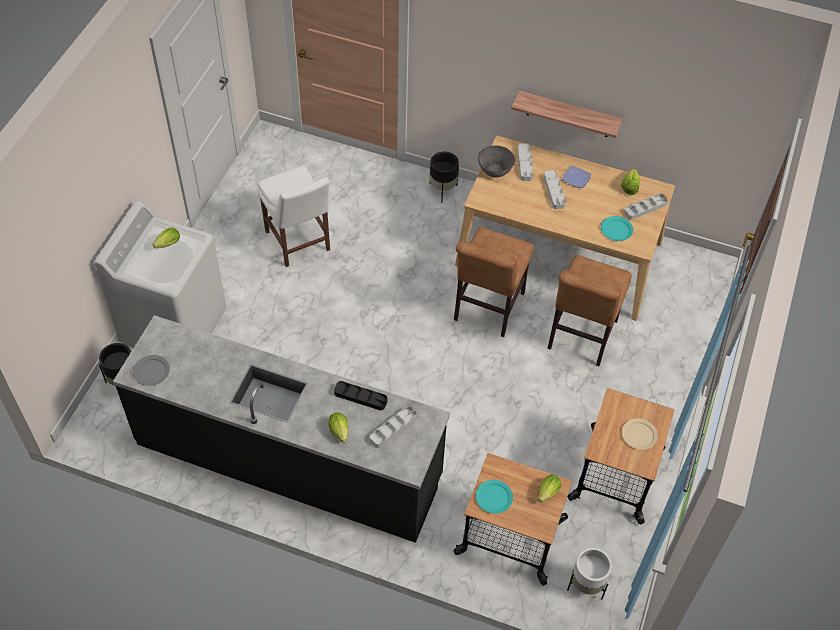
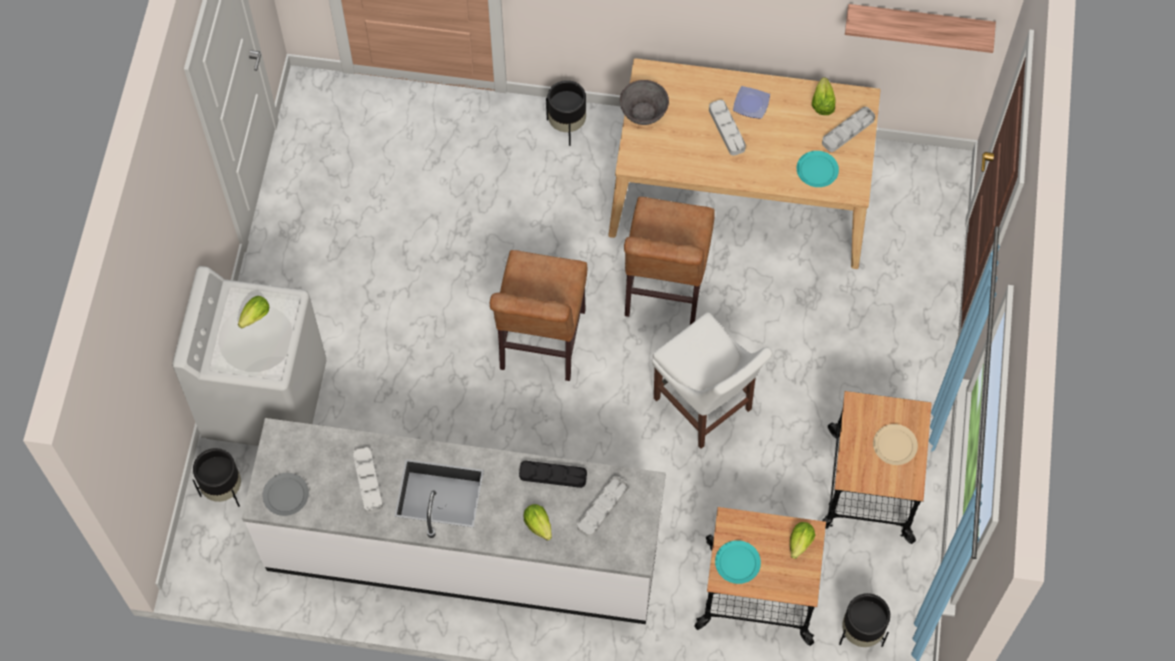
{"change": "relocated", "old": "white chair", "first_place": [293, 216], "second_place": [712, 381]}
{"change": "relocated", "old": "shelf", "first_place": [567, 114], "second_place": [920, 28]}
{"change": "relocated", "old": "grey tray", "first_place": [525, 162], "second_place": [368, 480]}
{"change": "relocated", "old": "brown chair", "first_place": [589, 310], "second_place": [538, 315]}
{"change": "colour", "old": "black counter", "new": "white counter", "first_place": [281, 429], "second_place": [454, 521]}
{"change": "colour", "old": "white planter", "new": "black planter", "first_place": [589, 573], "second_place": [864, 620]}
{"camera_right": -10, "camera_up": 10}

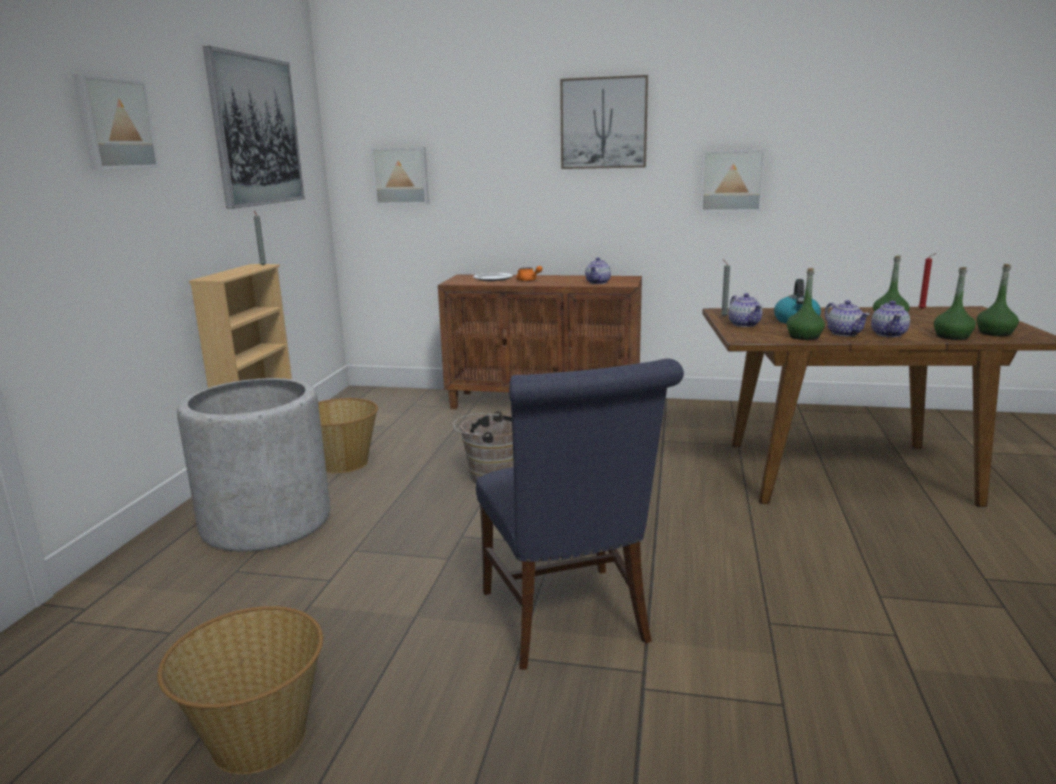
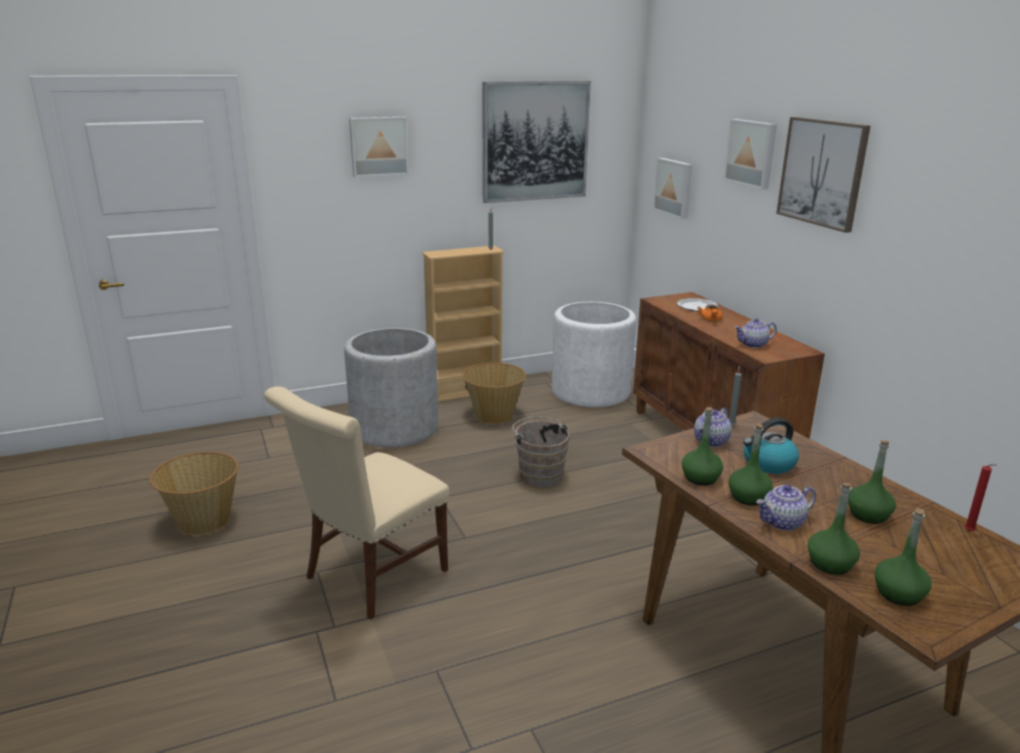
{"change": "appeared", "new": "white planter", "second_place": [594, 354]}
{"change": "relocated", "old": "picture", "first_place": [733, 180], "second_place": [750, 154]}
{"change": "exchanged", "old": "teapot", "new": "green bottle", "first_place": [847, 318], "second_place": [751, 464]}
{"change": "colour", "old": "blue chair", "new": "beige chair", "first_place": [580, 514], "second_place": [356, 503]}
{"camera_right": 55, "camera_up": 5}

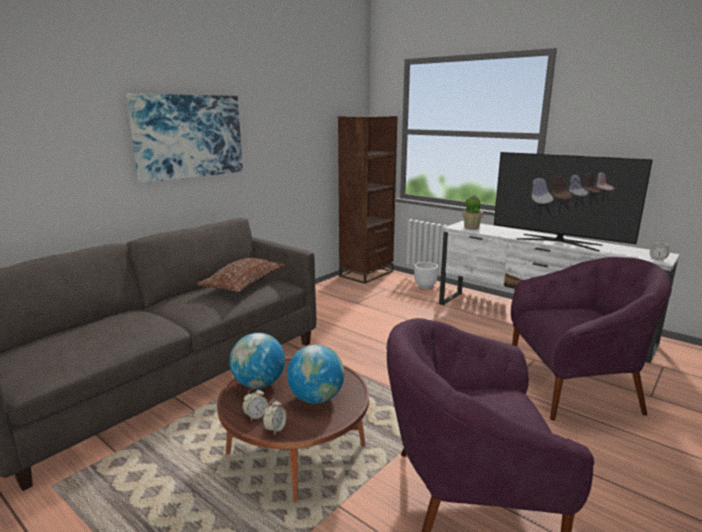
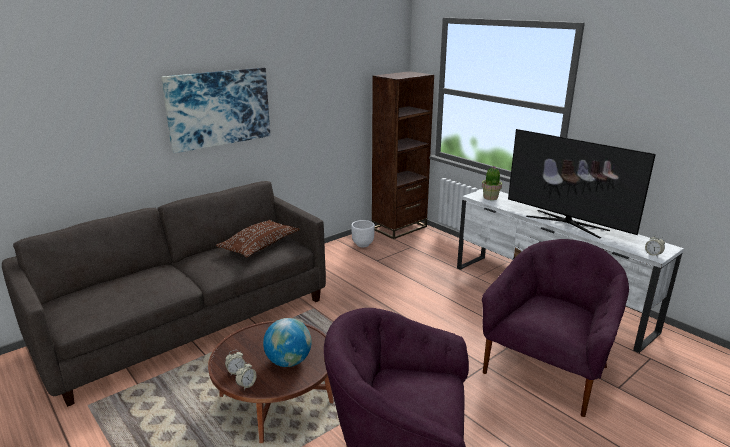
{"change": "missing", "old": "globe", "first_place": [257, 361]}
{"change": "relocated", "old": "white planter", "first_place": [426, 275], "second_place": [363, 233]}
{"change": "spun", "old": "purple armchair", "first_place": [591, 339], "second_place": [555, 328], "degrees": -60}
{"camera_right": 10, "camera_up": 5}

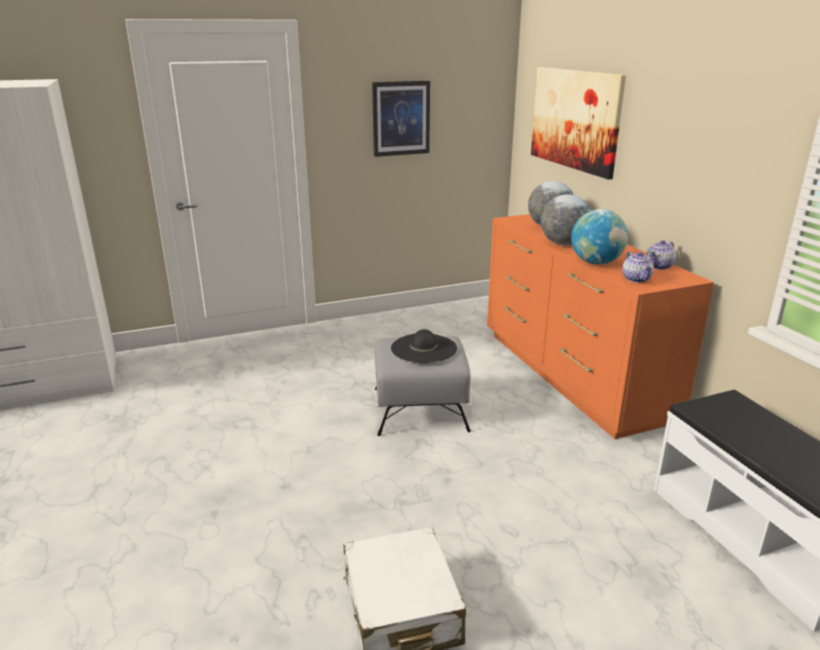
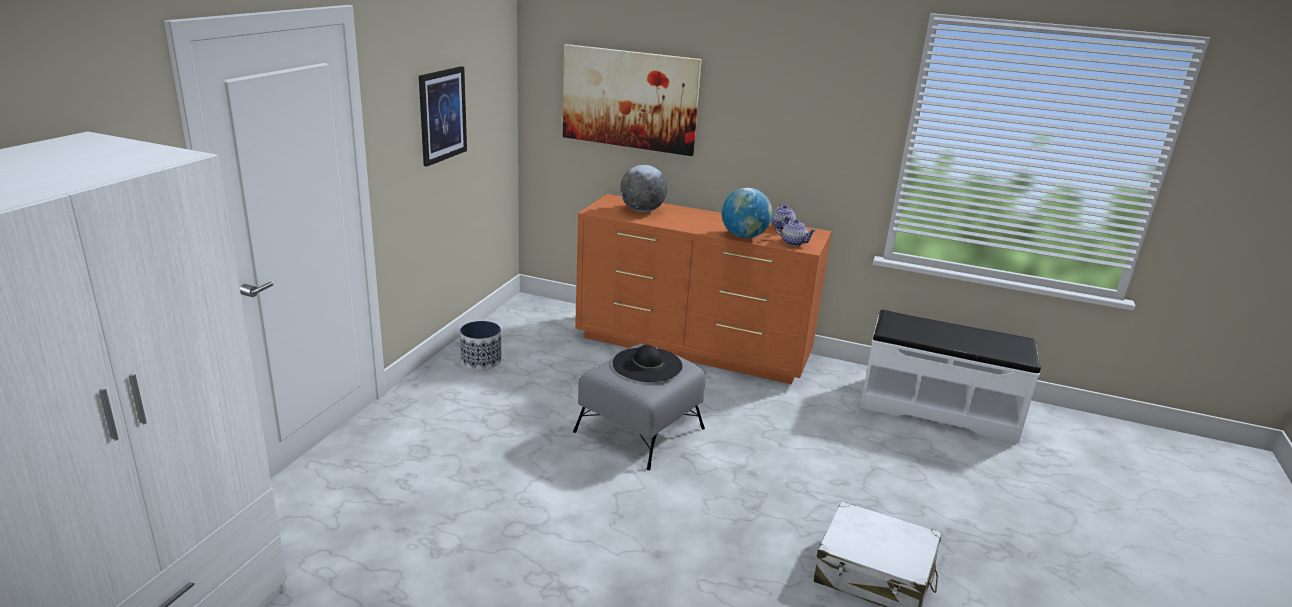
{"change": "missing", "old": "globe", "first_place": [566, 220]}
{"change": "appeared", "new": "planter", "second_place": [480, 345]}
{"camera_right": -50, "camera_up": 0}

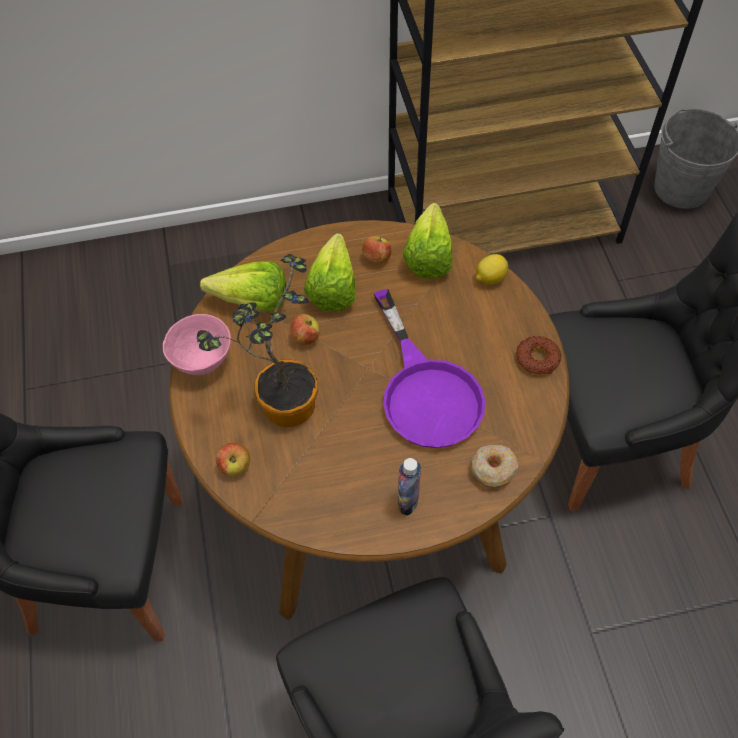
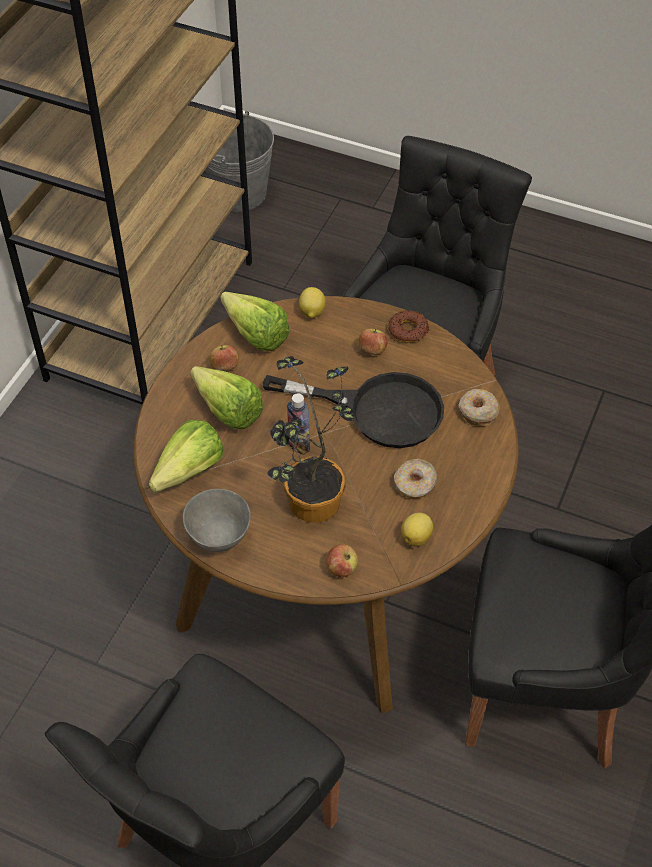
{"change": "appeared", "new": "donut", "second_place": [416, 478]}
{"change": "appeared", "new": "lemon", "second_place": [417, 530]}
{"change": "relocated", "old": "apple", "first_place": [305, 329], "second_place": [373, 341]}
{"change": "relocated", "old": "bottle", "first_place": [409, 487], "second_place": [298, 424]}
{"change": "colour", "old": "pink bowl", "new": "grey bowl", "first_place": [197, 344], "second_place": [217, 520]}
{"change": "colour", "old": "purple frying pan", "new": "black frying pan", "first_place": [429, 368], "second_place": [353, 410]}
{"camera_right": -55, "camera_up": -5}

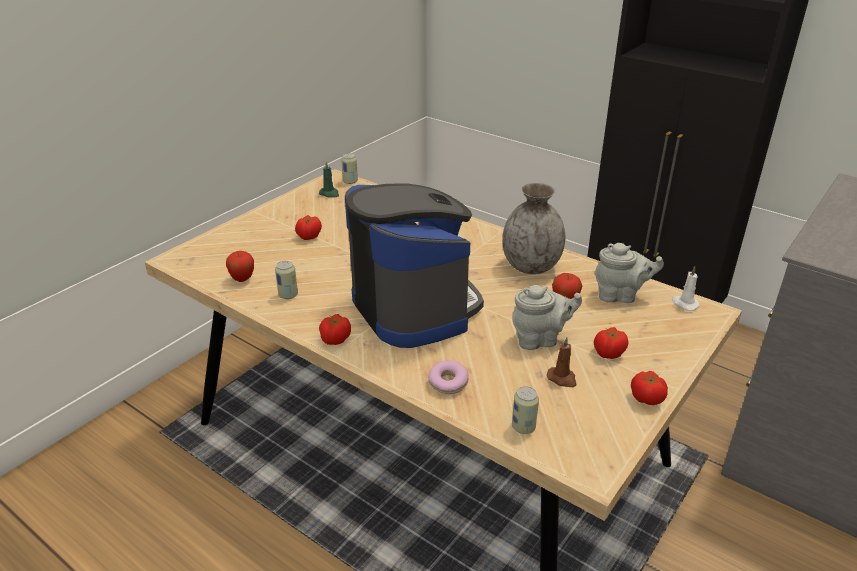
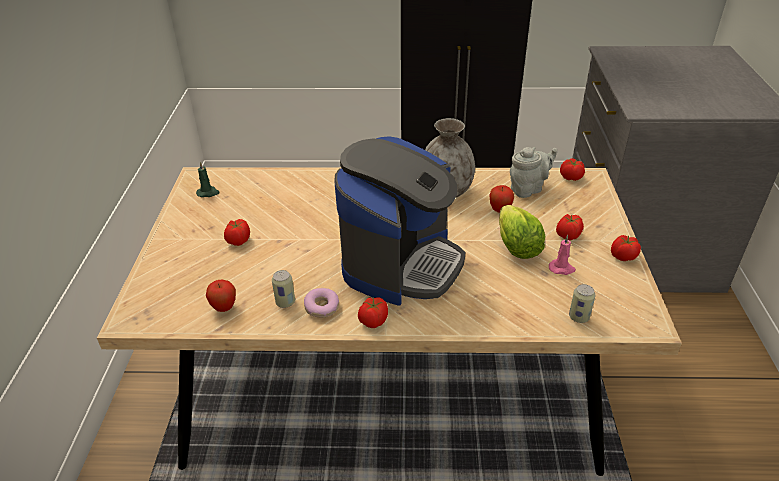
{"change": "missing", "old": "can", "first_place": [349, 169]}
{"change": "relocated", "old": "donut", "first_place": [448, 377], "second_place": [321, 302]}
{"change": "exchanged", "old": "grey teapot", "new": "lettuce", "first_place": [547, 317], "second_place": [522, 232]}
{"change": "exchanged", "old": "white candle", "new": "tomato", "first_place": [686, 288], "second_place": [572, 169]}
{"change": "colour", "old": "brown candle", "new": "pink candle", "first_place": [562, 362], "second_place": [562, 255]}
{"change": "spun", "old": "coffee machine", "first_place": [414, 265], "second_place": [399, 221], "degrees": 90}
{"camera_right": -35, "camera_up": 5}

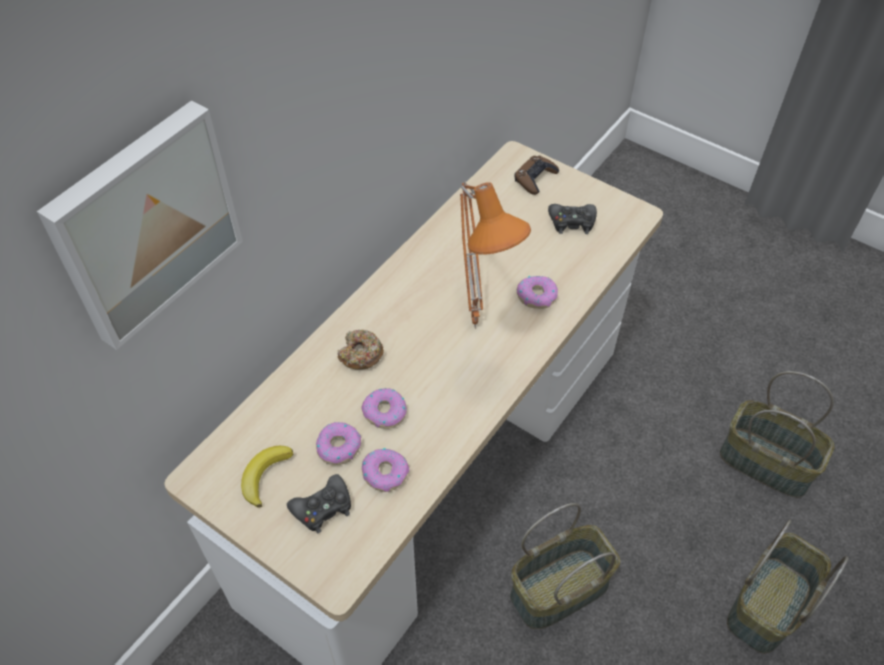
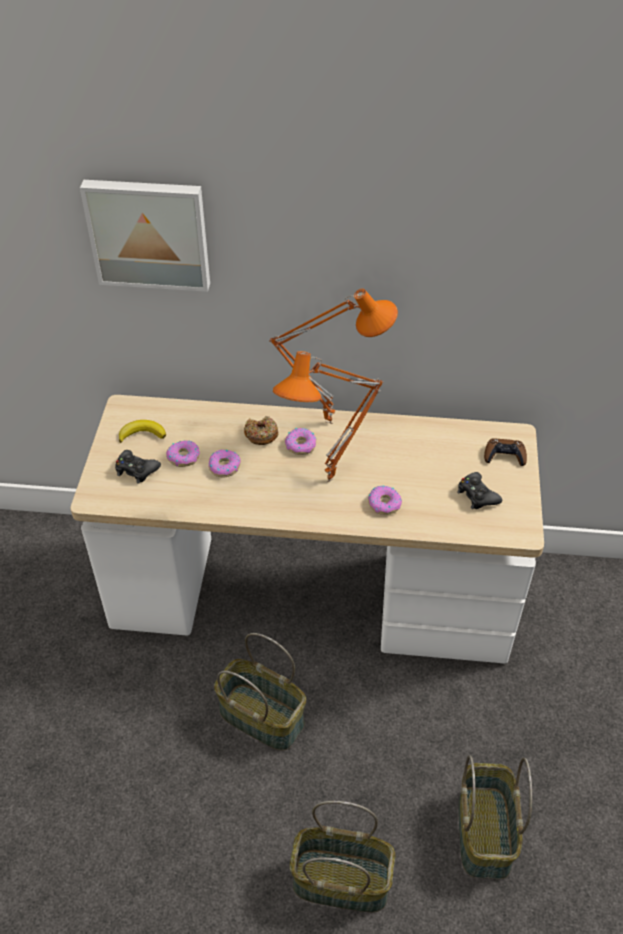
{"change": "appeared", "new": "orange table lamp", "second_place": [333, 356]}
{"change": "relocated", "old": "donut", "first_place": [386, 470], "second_place": [300, 441]}
{"camera_right": 60, "camera_up": -5}

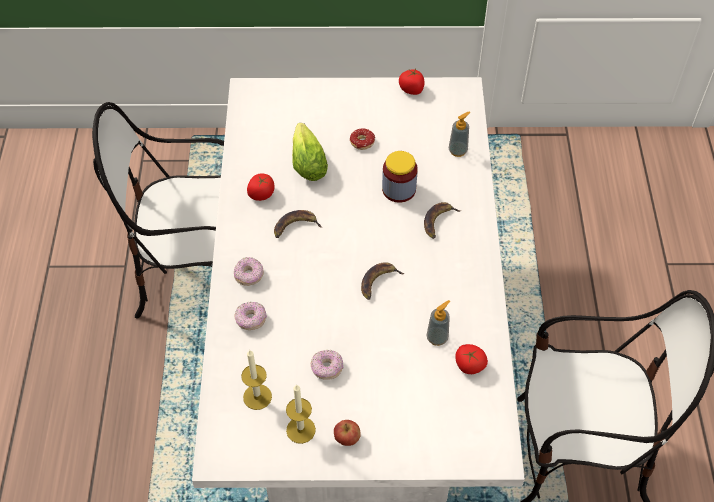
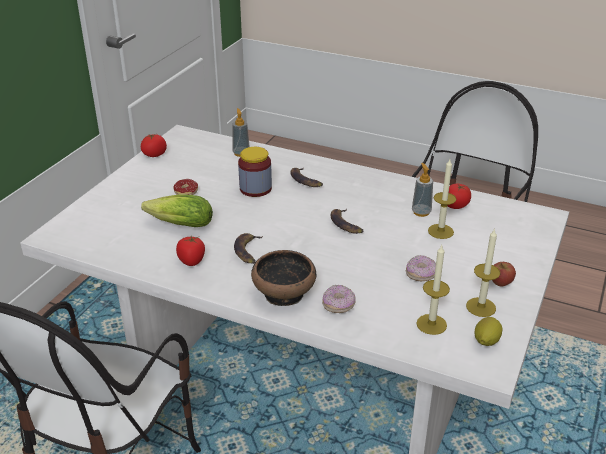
{"change": "appeared", "new": "candle", "second_place": [442, 199]}
{"change": "appeared", "new": "lemon", "second_place": [488, 331]}
{"change": "exchanged", "old": "donut", "new": "bowl", "first_place": [249, 271], "second_place": [283, 278]}
{"camera_right": -65, "camera_up": -20}

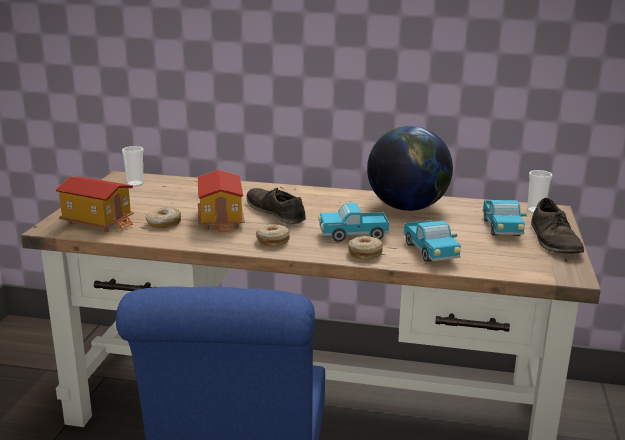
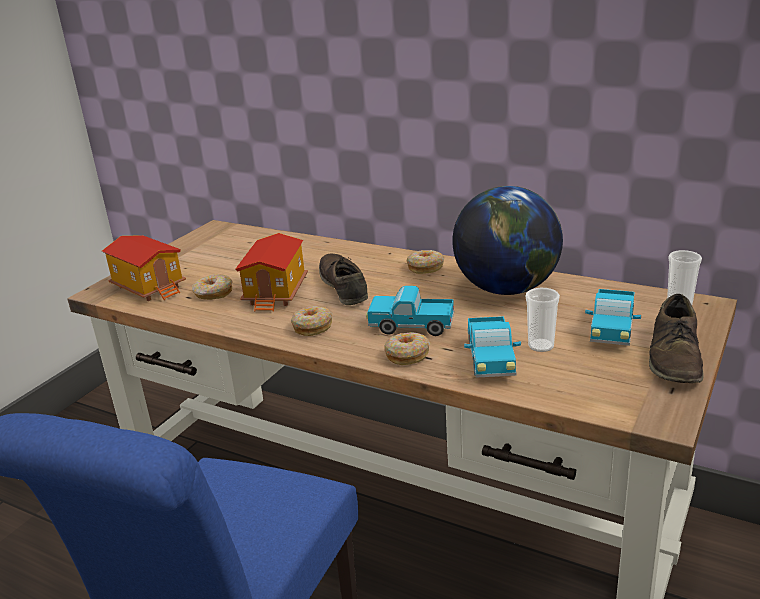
{"change": "appeared", "new": "donut", "second_place": [425, 262]}
{"change": "relocated", "old": "cup", "first_place": [133, 166], "second_place": [543, 320]}
{"camera_right": 20, "camera_up": 5}

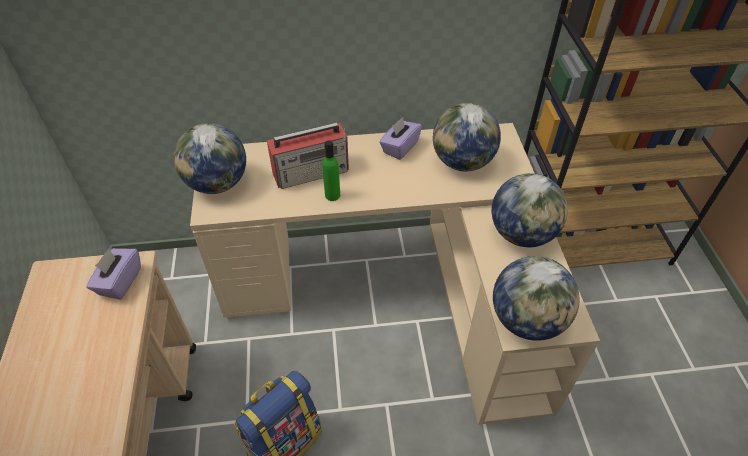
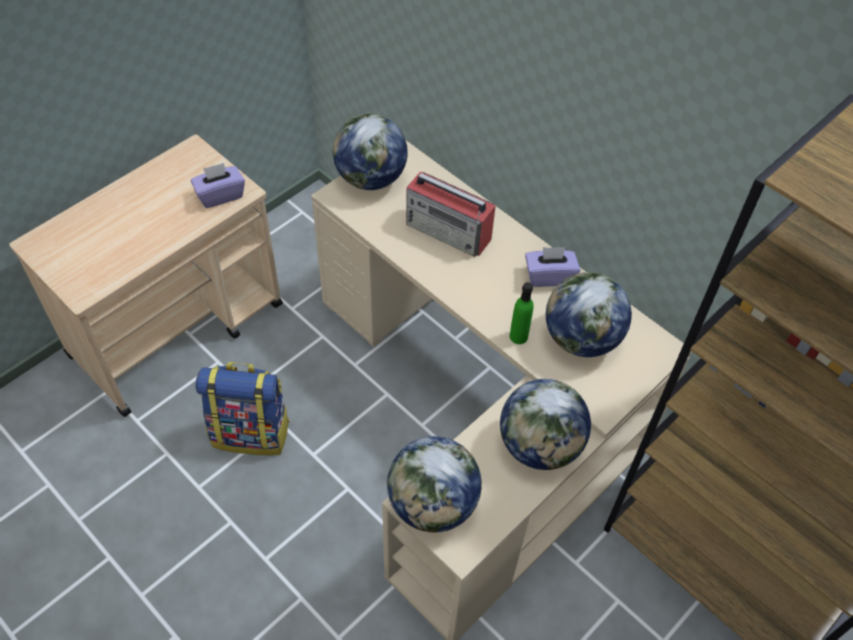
{"change": "relocated", "old": "green bottle", "first_place": [331, 170], "second_place": [522, 313]}
{"camera_right": 50, "camera_up": 5}

